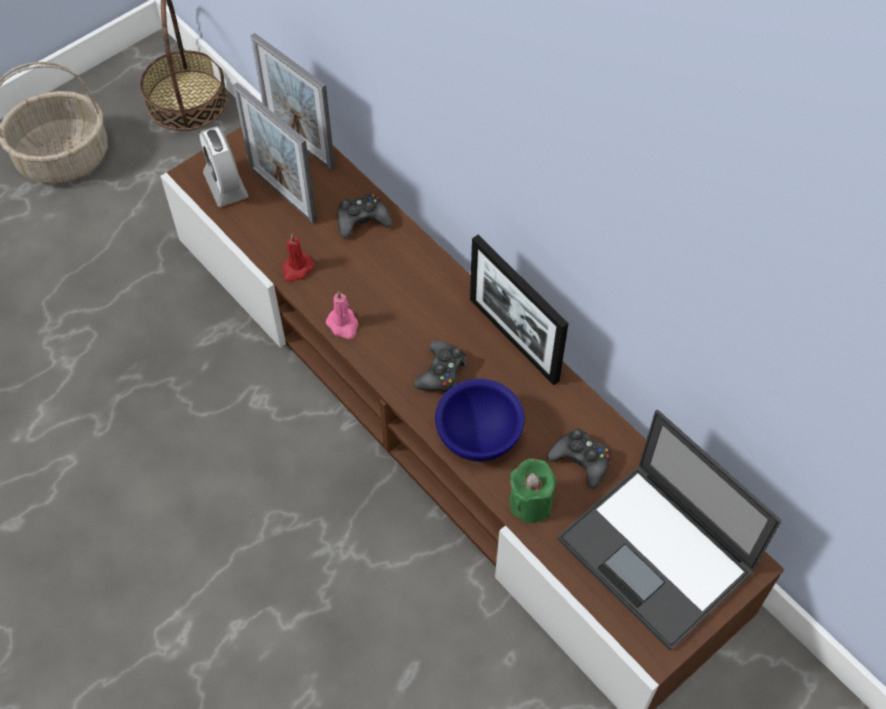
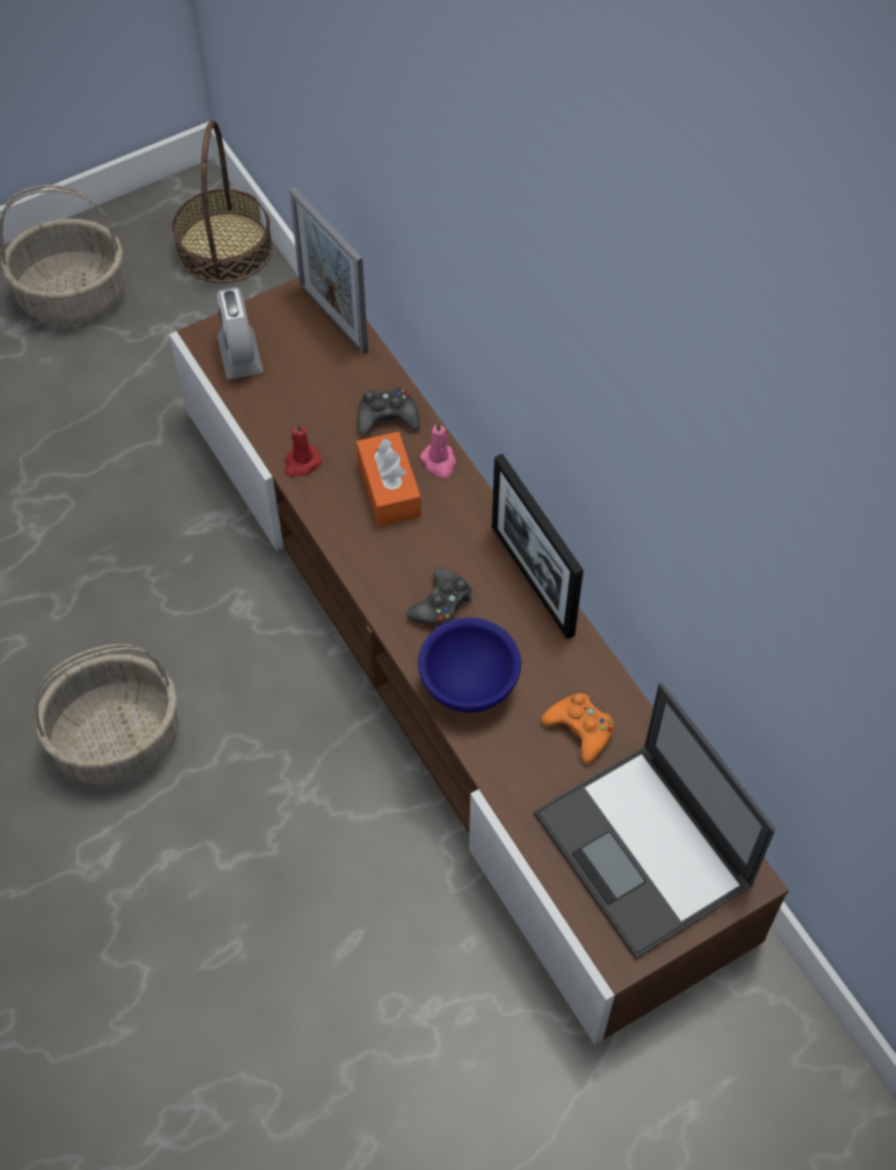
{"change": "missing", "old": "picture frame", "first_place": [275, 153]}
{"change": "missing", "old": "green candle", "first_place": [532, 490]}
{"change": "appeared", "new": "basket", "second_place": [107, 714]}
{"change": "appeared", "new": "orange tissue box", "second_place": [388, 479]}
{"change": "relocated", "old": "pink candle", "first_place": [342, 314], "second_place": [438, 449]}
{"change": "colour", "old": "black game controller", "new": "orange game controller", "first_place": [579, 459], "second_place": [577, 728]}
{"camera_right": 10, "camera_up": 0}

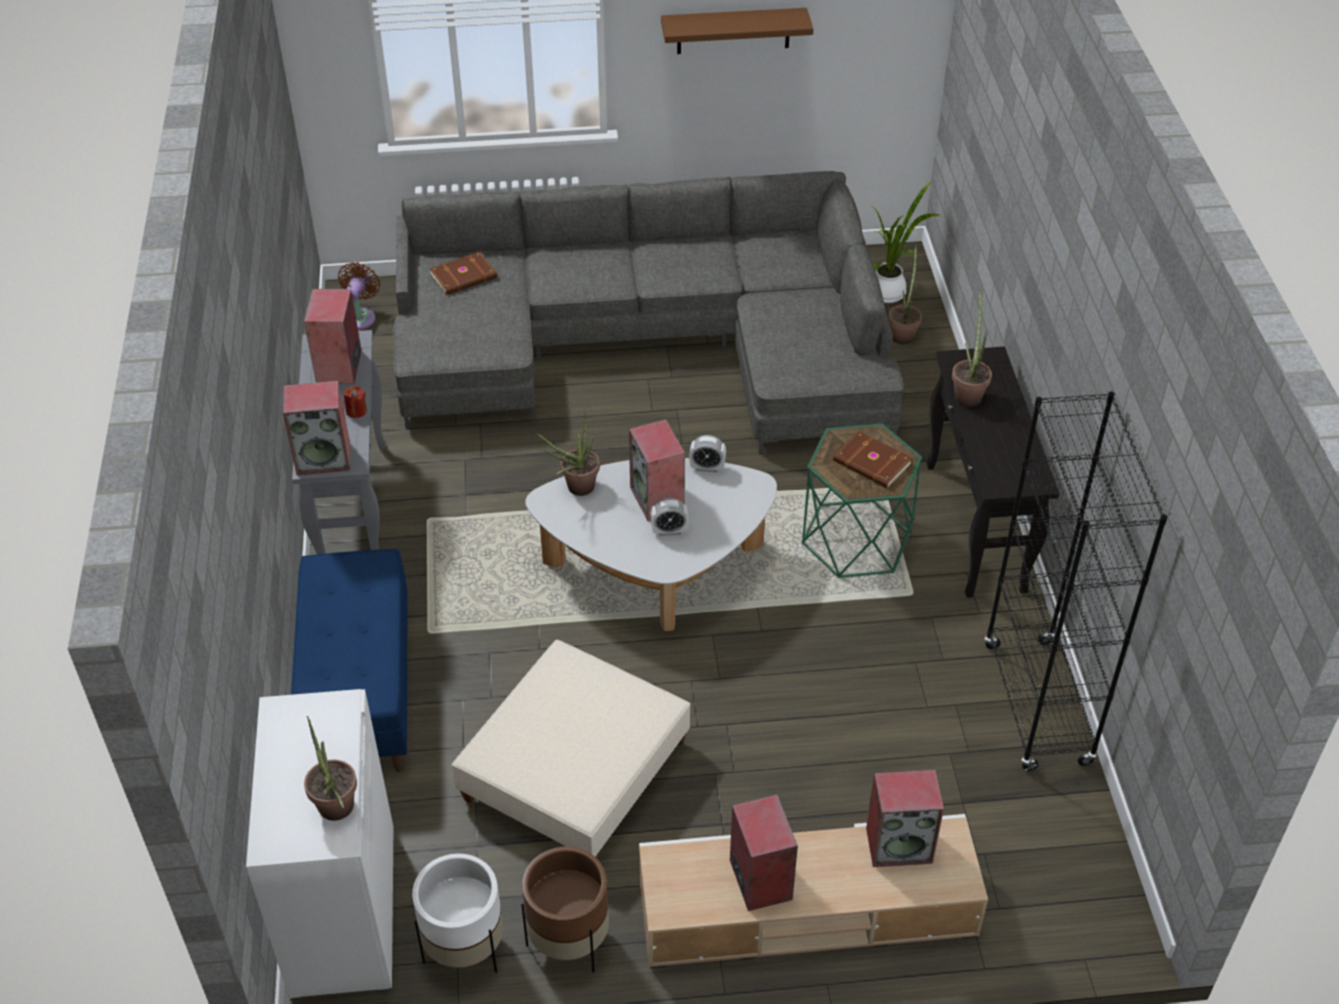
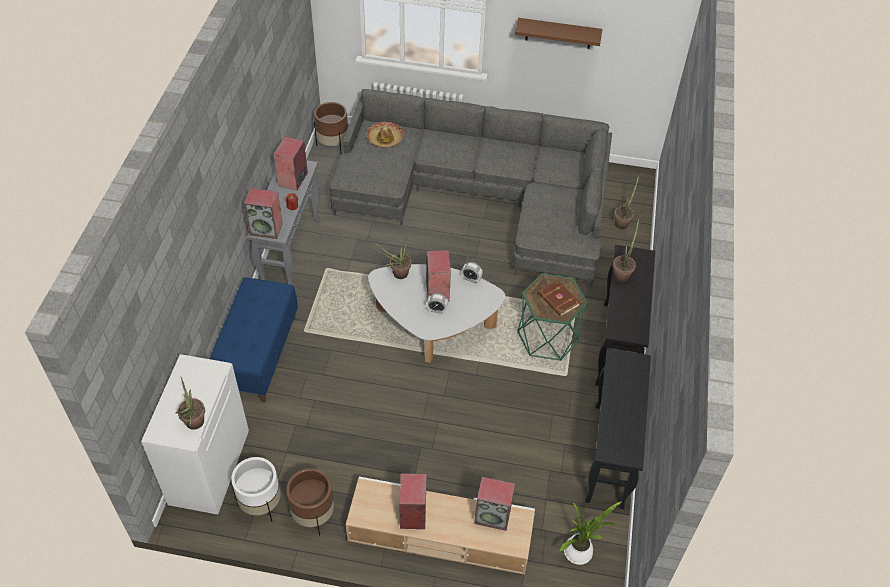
{"change": "missing", "old": "beige ottoman", "first_place": [571, 748]}
{"change": "relocated", "old": "potted plant", "first_place": [905, 242], "second_place": [591, 533]}
{"change": "exchanged", "old": "brown fan", "new": "brown planter", "first_place": [359, 296], "second_place": [331, 127]}
{"change": "exchanged", "old": "brown book", "new": "hat", "first_place": [463, 273], "second_place": [385, 135]}
{"change": "exchanged", "old": "black bookcase", "new": "black console table", "first_place": [1075, 581], "second_place": [618, 428]}
{"camera_right": 15, "camera_up": 5}

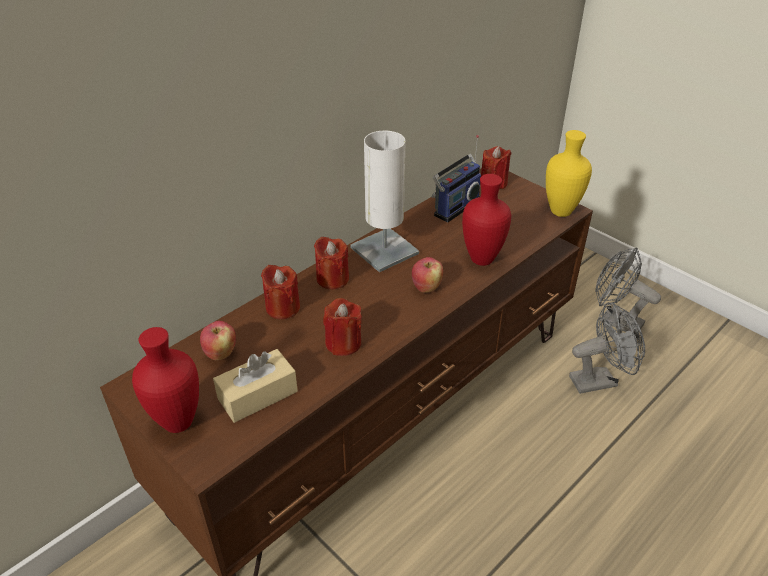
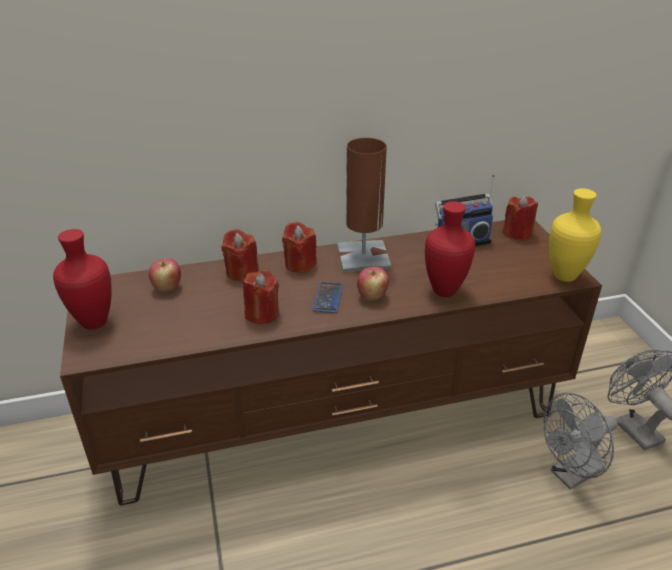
{"change": "missing", "old": "beige tissue box", "first_place": [255, 386]}
{"change": "appeared", "new": "phone", "second_place": [327, 297]}
{"change": "colour", "old": "white table lamp", "new": "brown table lamp", "first_place": [384, 201], "second_place": [364, 205]}
{"change": "spun", "old": "grey fan", "first_place": [607, 348], "second_place": [581, 441], "degrees": 135}
{"camera_right": 30, "camera_up": -5}

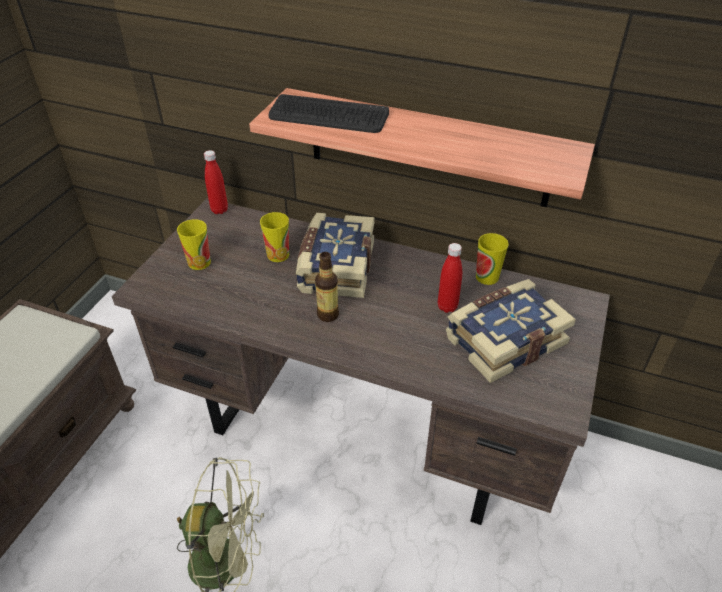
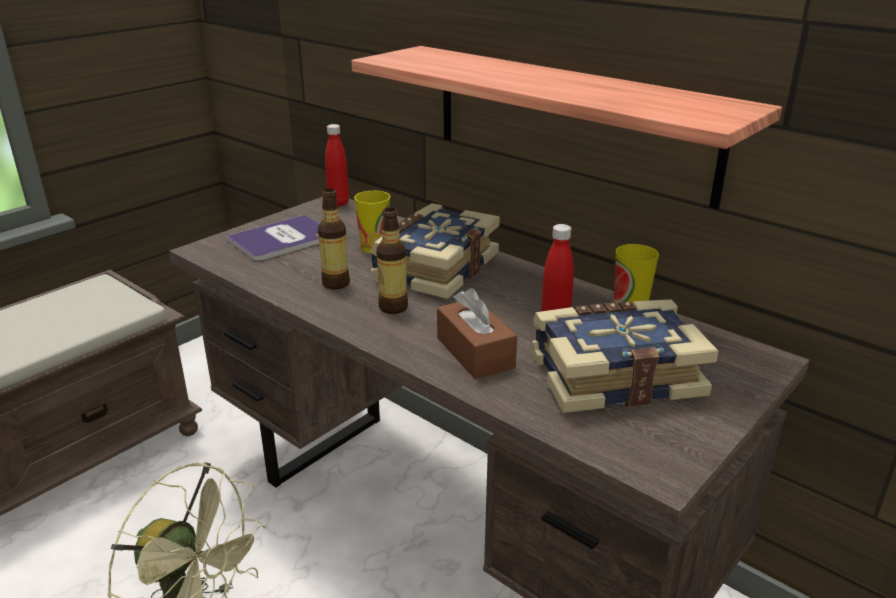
{"change": "missing", "old": "keyboard", "first_place": [329, 113]}
{"change": "appeared", "new": "bottle", "second_place": [334, 239]}
{"change": "appeared", "new": "brown tissue box", "second_place": [477, 333]}
{"change": "exchanged", "old": "cup", "new": "book", "first_place": [194, 244], "second_place": [273, 238]}
{"camera_right": 20, "camera_up": -15}

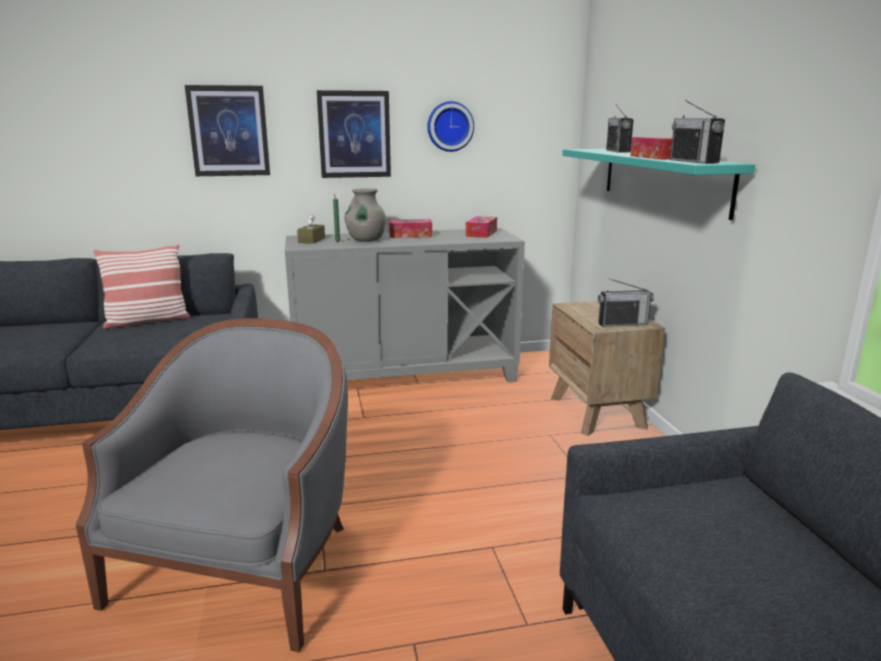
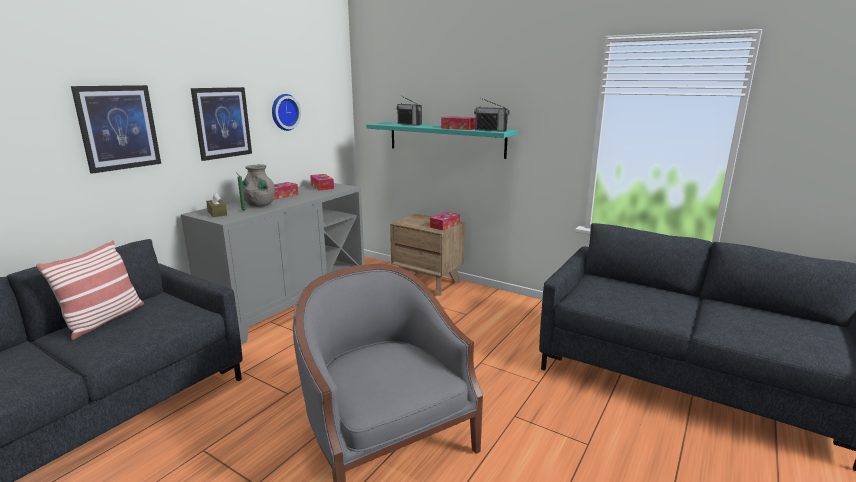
{"change": "exchanged", "old": "radio", "new": "tissue box", "first_place": [626, 302], "second_place": [445, 221]}
{"camera_right": -45, "camera_up": 0}

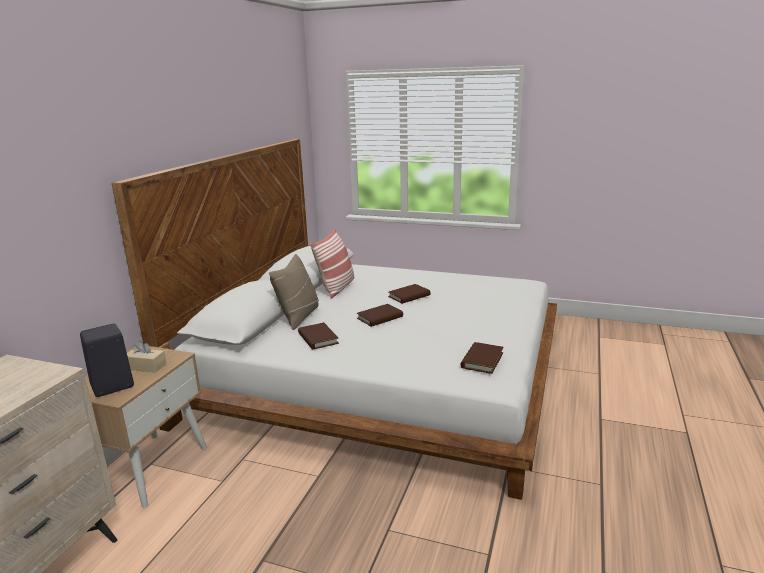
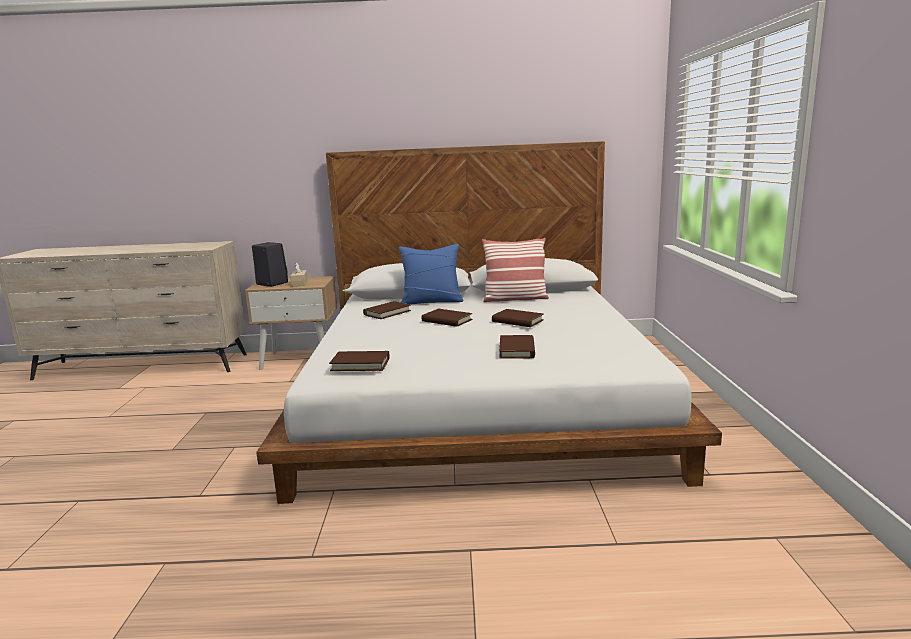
{"change": "appeared", "new": "brown book", "second_place": [517, 347]}
{"change": "colour", "old": "beige pillow", "new": "blue pillow", "first_place": [294, 292], "second_place": [431, 274]}
{"camera_right": 70, "camera_up": -5}

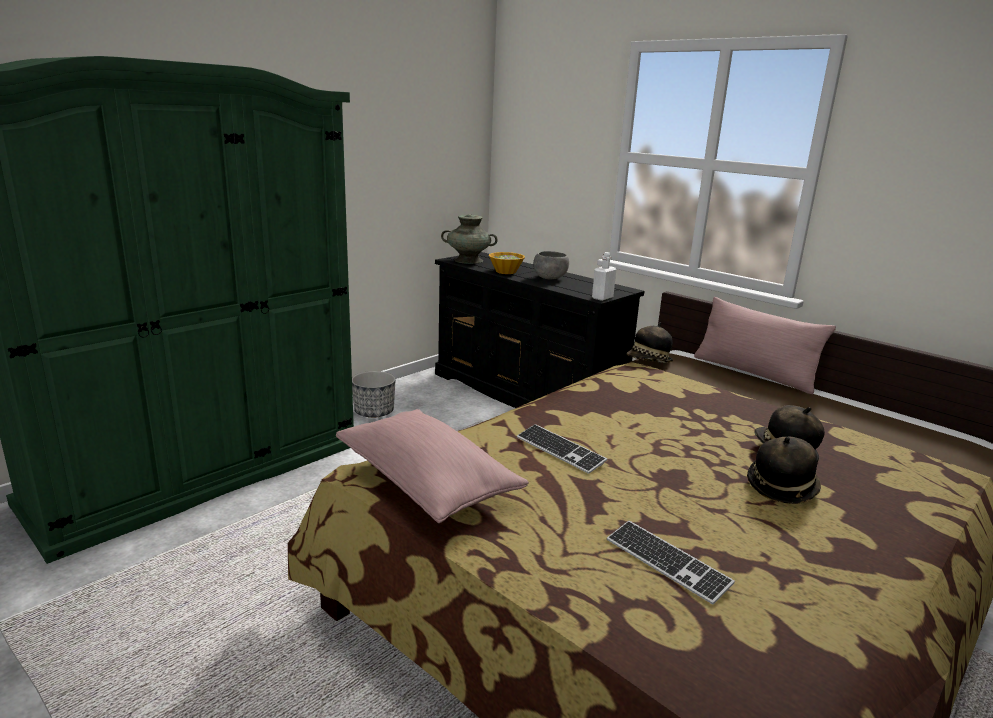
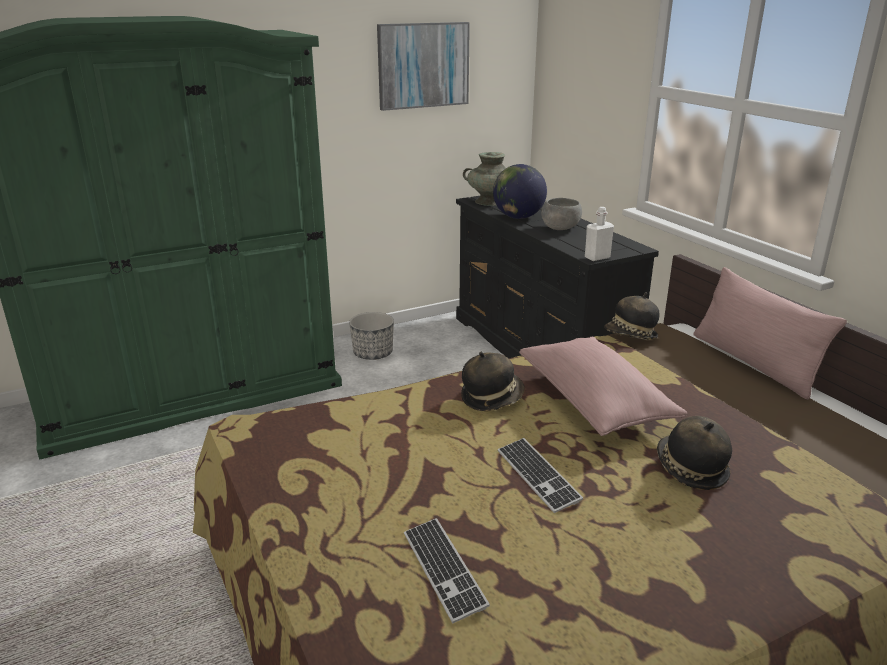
{"change": "appeared", "new": "picture", "second_place": [423, 66]}
{"change": "relocated", "old": "pink pillow", "first_place": [432, 466], "second_place": [603, 386]}
{"change": "relocated", "old": "keyboard", "first_place": [562, 449], "second_place": [540, 475]}
{"change": "relocated", "old": "hat", "first_place": [784, 470], "second_place": [493, 381]}
{"change": "exchanged", "old": "bowl", "new": "globe", "first_place": [507, 263], "second_place": [520, 191]}
{"camera_right": 20, "camera_up": 5}

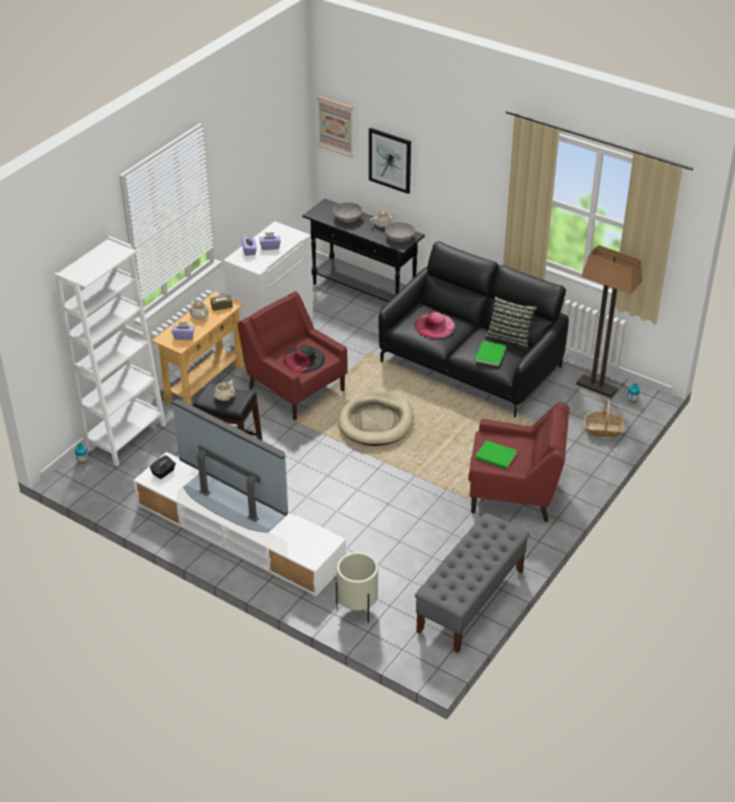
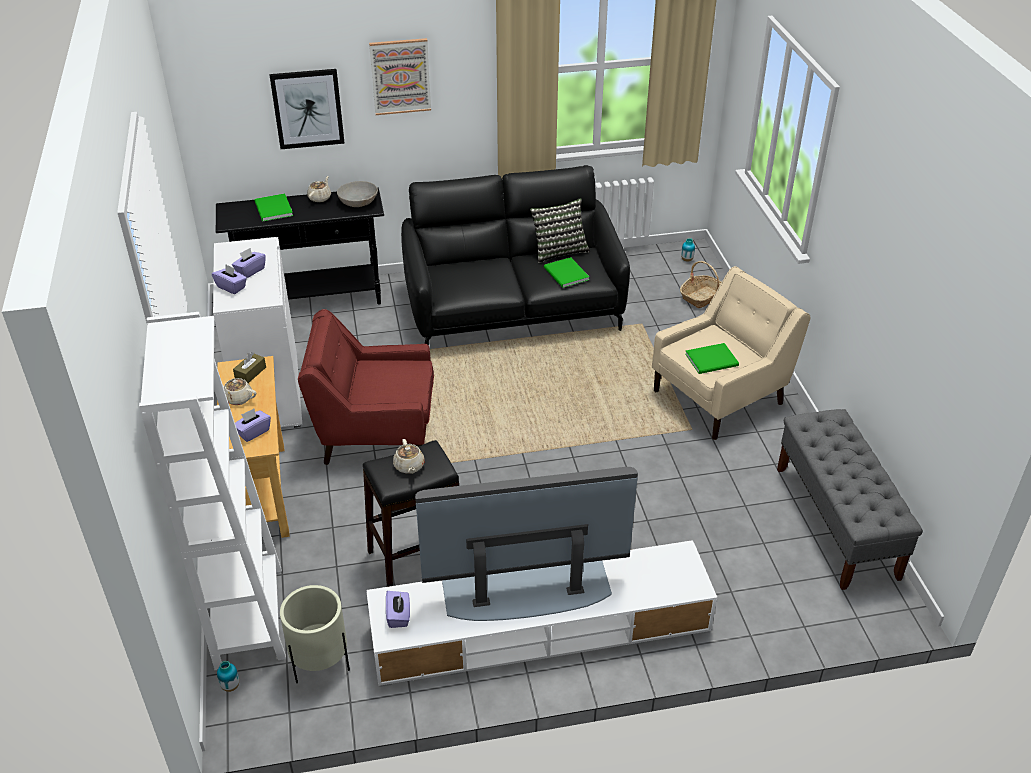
{"change": "missing", "old": "black hat", "first_place": [304, 359]}
{"change": "missing", "old": "beige dog bed", "first_place": [375, 418]}
{"change": "missing", "old": "pink hat", "first_place": [434, 325]}
{"change": "missing", "old": "floor lamp", "first_place": [609, 321]}
{"change": "relocated", "old": "picture", "first_place": [335, 126], "second_place": [400, 76]}
{"change": "relocated", "old": "beige planter", "first_place": [357, 587], "second_place": [315, 634]}
{"change": "exchanged", "old": "grey bowl", "new": "green book", "first_place": [348, 212], "second_place": [274, 207]}
{"change": "colour", "old": "black tissue box", "new": "purple tissue box", "first_place": [163, 467], "second_place": [398, 609]}
{"change": "colour", "old": "red armchair", "new": "beige armchair", "first_place": [519, 462], "second_place": [731, 353]}
{"camera_right": -45, "camera_up": 0}

